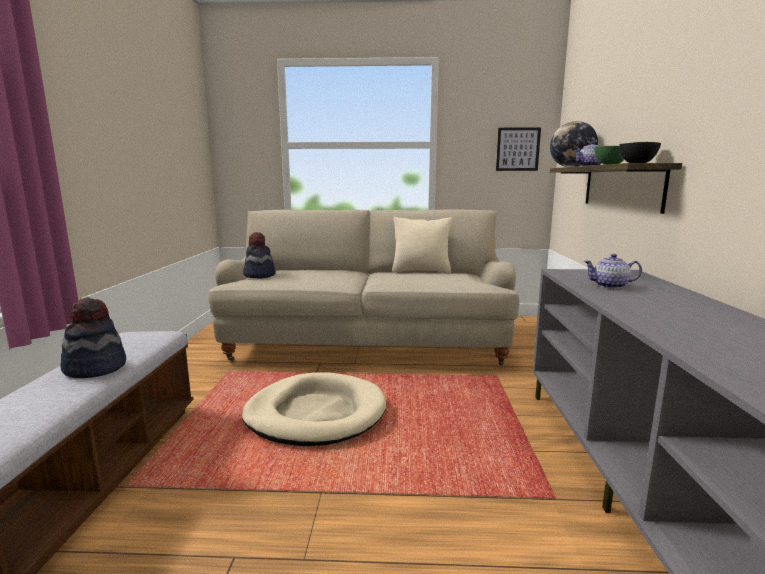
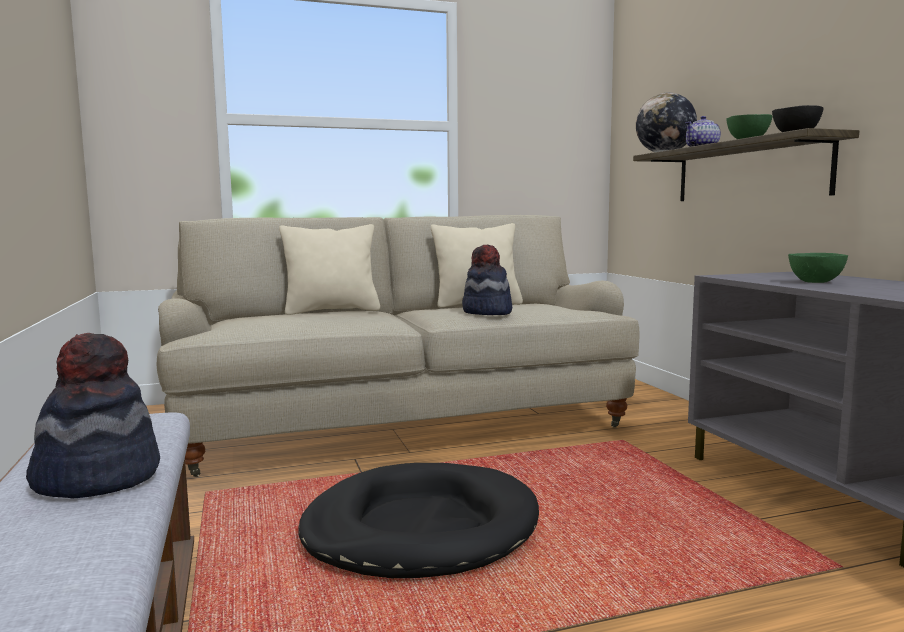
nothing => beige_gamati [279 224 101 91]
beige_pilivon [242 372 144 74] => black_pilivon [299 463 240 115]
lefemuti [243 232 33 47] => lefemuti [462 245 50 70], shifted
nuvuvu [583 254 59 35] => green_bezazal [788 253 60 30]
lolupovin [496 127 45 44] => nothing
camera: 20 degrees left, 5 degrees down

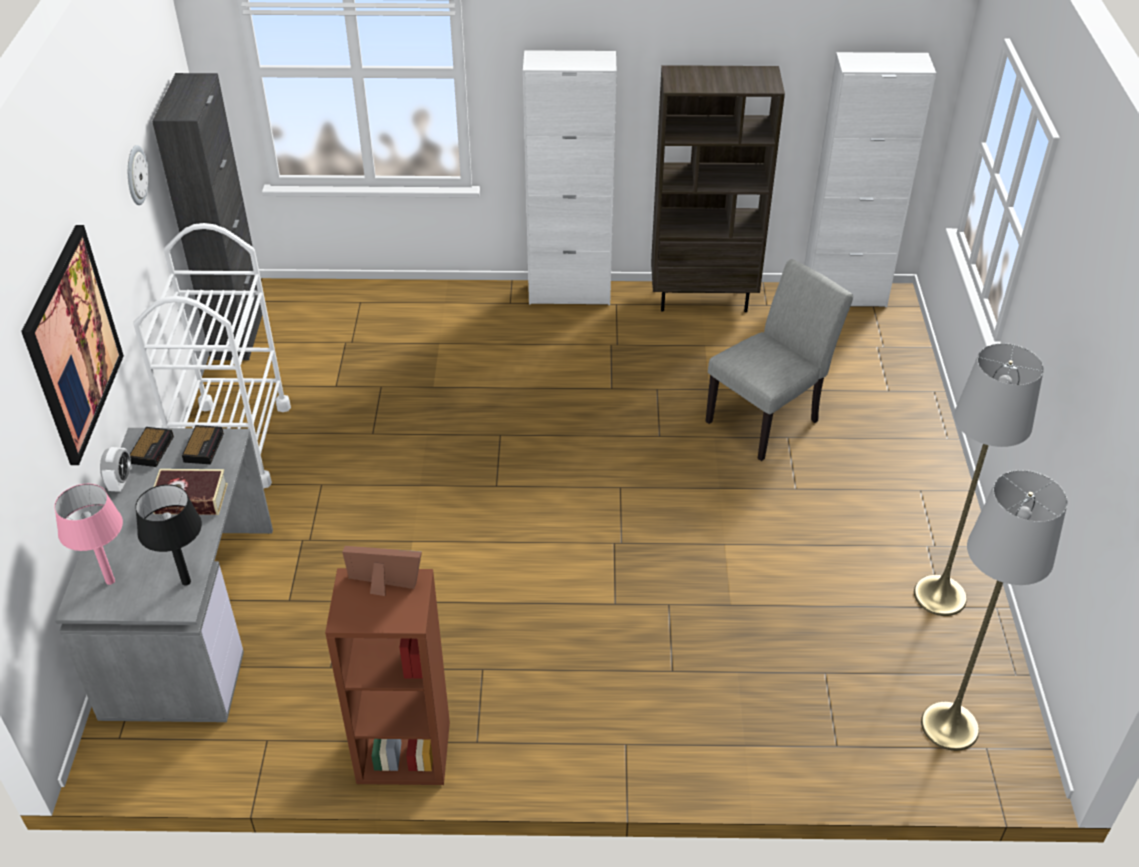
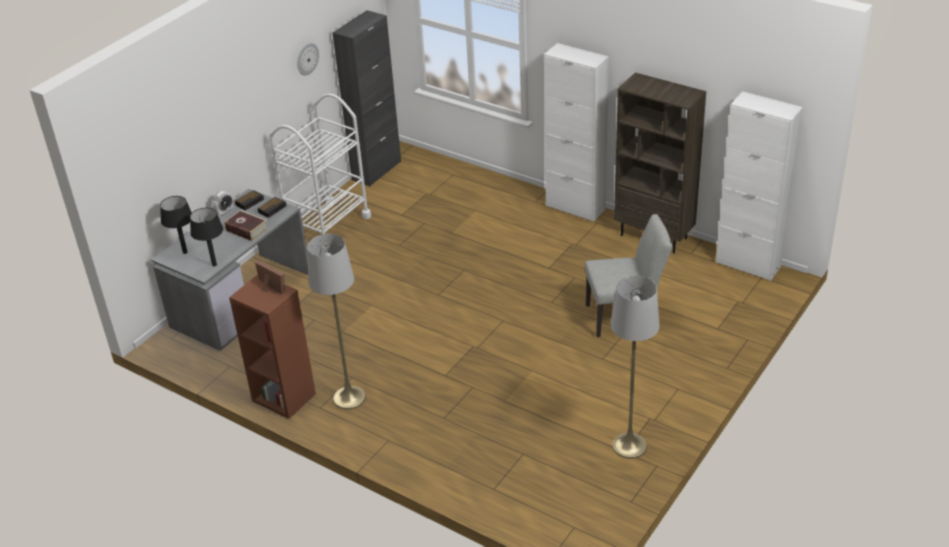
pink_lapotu [54 484 69 101] => black_lapotu [160 196 32 58]
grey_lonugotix [921 470 146 281] => grey_lonugotix [307 234 59 176], shifted
lolupovin [21 225 103 240] => nothing
camera: 35 degrees right, 5 degrees down

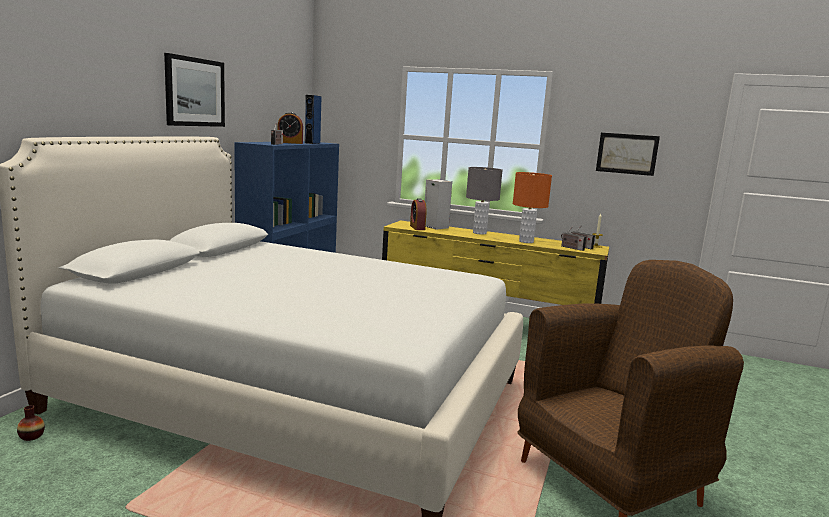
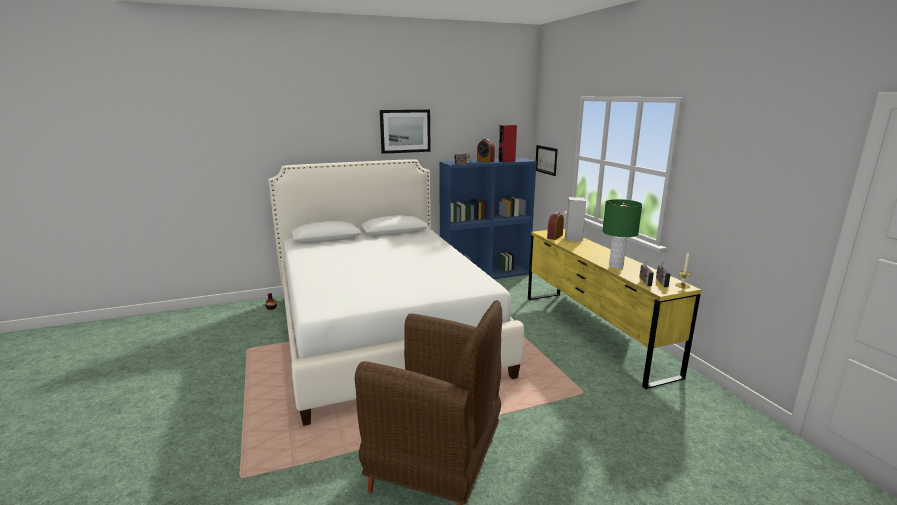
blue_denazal [305 95 16 49] => red_denazal [498 125 19 37]
lolupovin [596 133 64 43] => lolupovin [536 145 22 31], shifted
orange_lapotu [513 172 39 71] => green_lapotu [602 199 40 70]
grey_lapotu [466 167 37 68] => nothing
camera: 50 degrees right, 5 degrees up

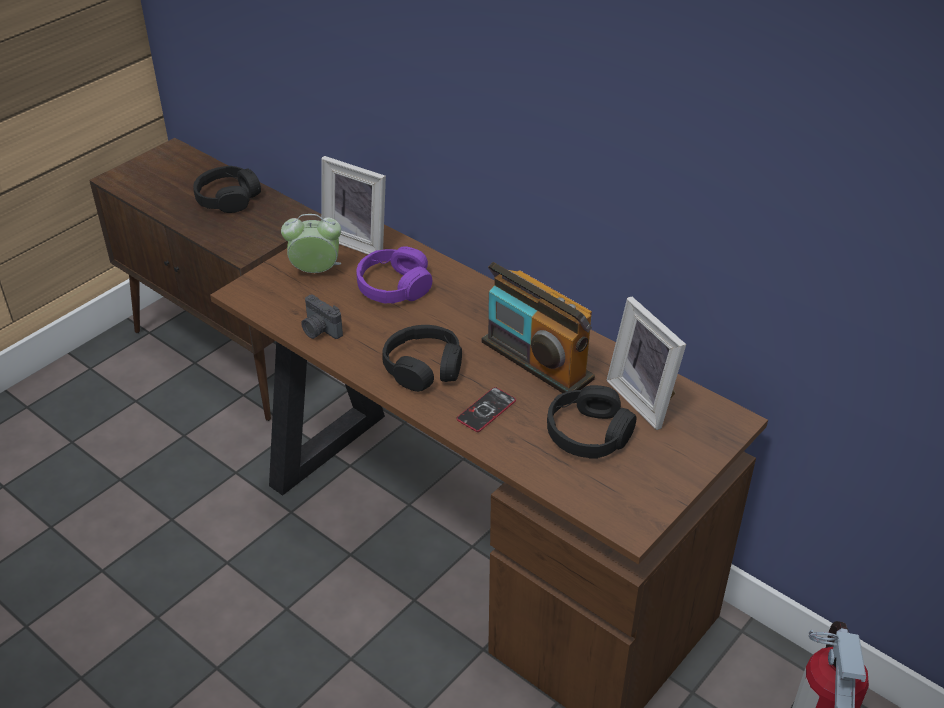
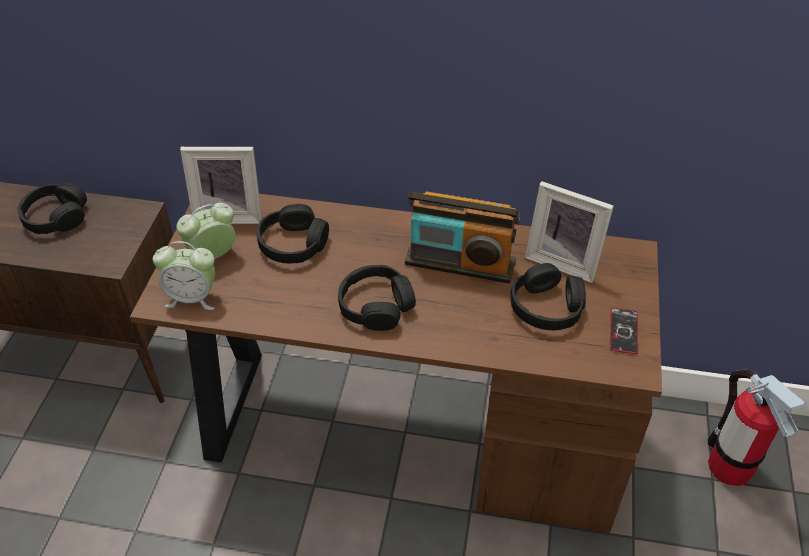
nothing => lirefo [153 241 62 69]
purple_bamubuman [356 246 76 58] => black_bamubuman [256 204 73 59]
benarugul [456 387 60 45] => benarugul [610 308 28 46], shifted
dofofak [301 295 42 44] => nothing
camera: 30 degrees left, 5 degrees up

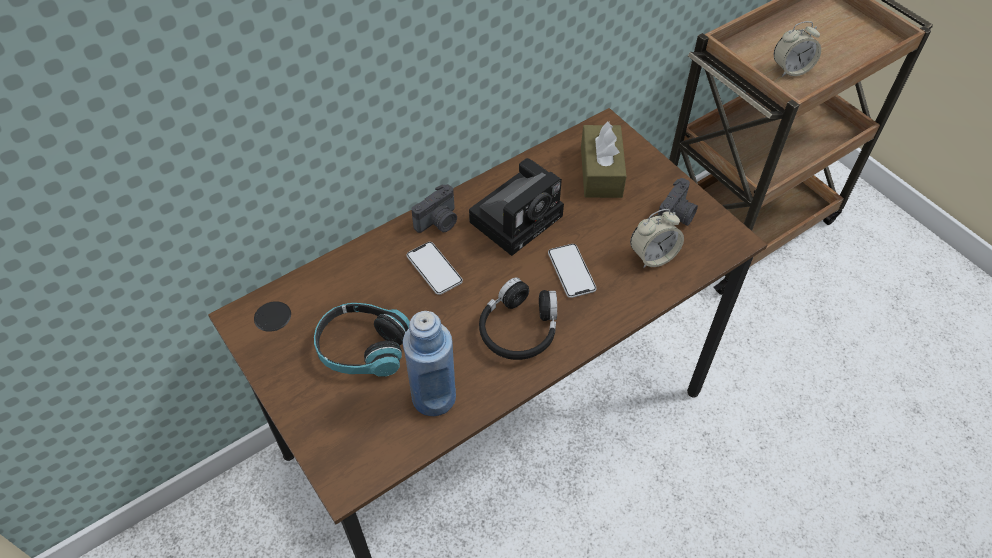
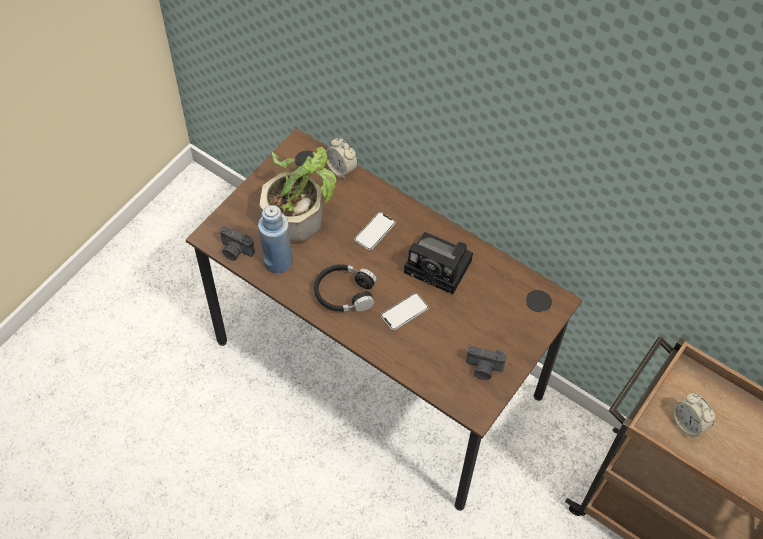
dofofak [411 184 46 49] => dofofak [220 226 35 35], shifted
bamubuman [314 303 96 73] => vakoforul [260 147 76 97]
lirefo [630 209 54 59] => lirefo [326 137 32 42], shifted
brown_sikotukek [581 121 46 77] => nothing
camera: 70 degrees right, 5 degrees up

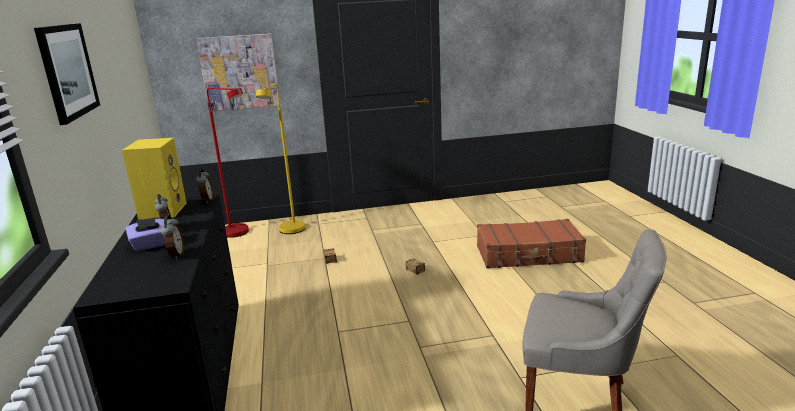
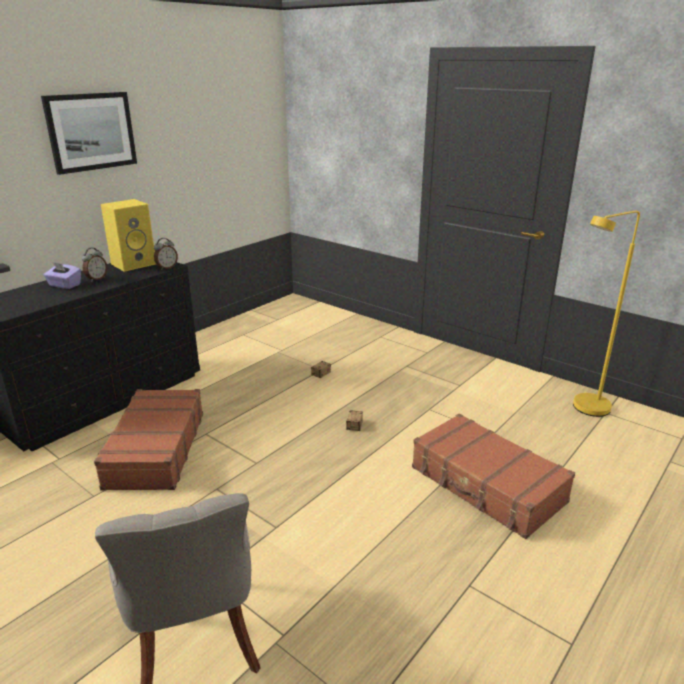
nothing => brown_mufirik [94 389 109 101]
yellow_lonugotix [256 84 49 150] => yellow_lonugotix [573 211 67 206], shifted
lirefo [160 215 24 44] => nothing
lolupovin [196 34 84 77] => nothing
red_lonugotix [207 87 42 151] => nothing
camera: 50 degrees right, 5 degrees up

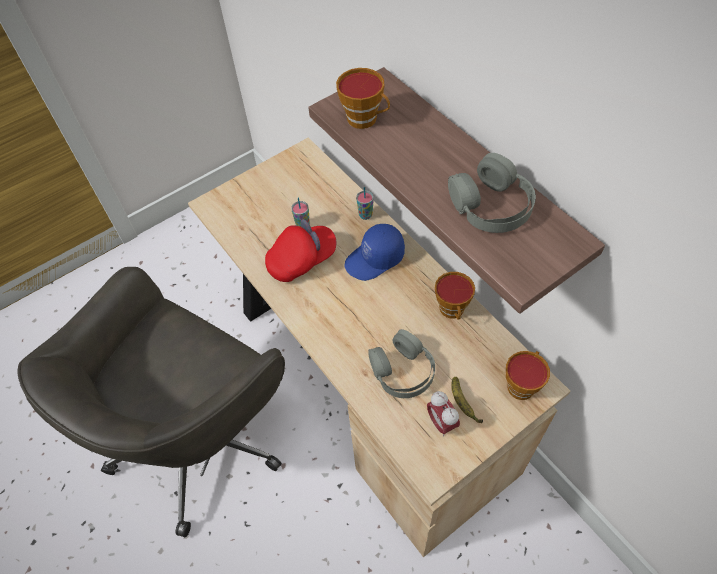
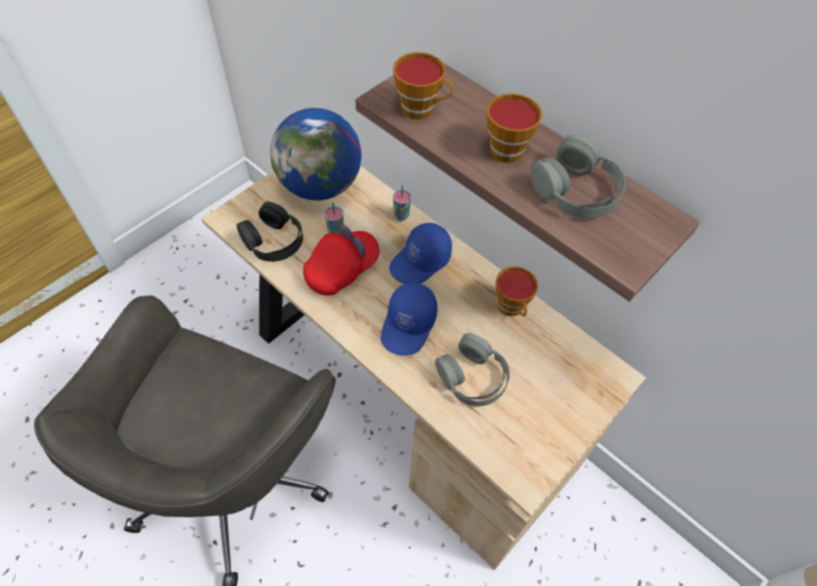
nothing => black_bamubuman [237 202 66 60]
nothing => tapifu [270 108 92 92]
nothing => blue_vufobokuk [381 282 57 74]
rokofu [506 351 44 49] => rokofu [487 93 55 70], shifted
lirefo [427 391 33 46] => nothing
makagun [451 377 32 46] => nothing
camera: 15 degrees left, 0 degrees up

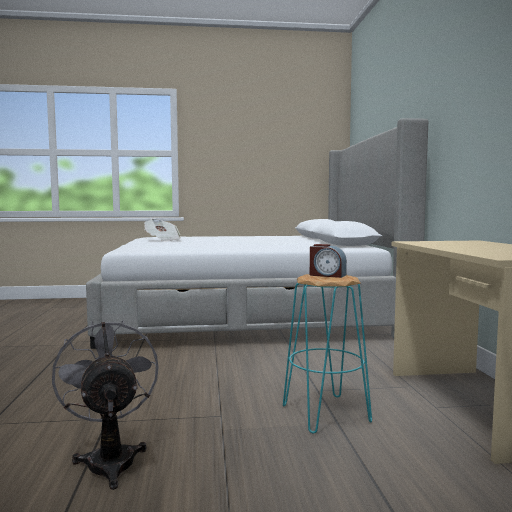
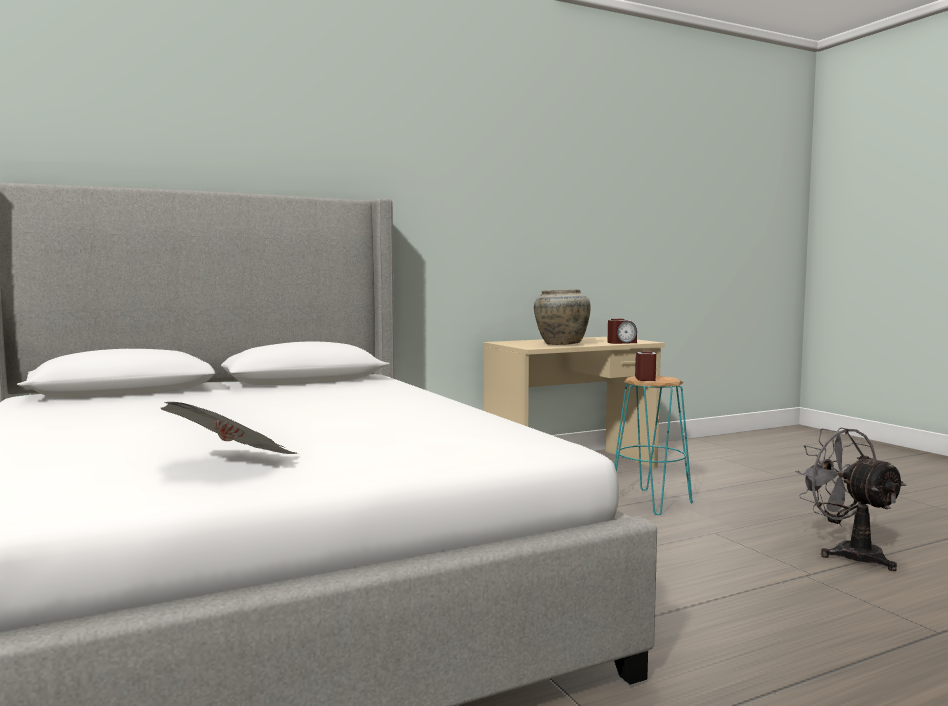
nothing => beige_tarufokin [534 289 56 56]
nothing => lirefo [608 319 29 25]
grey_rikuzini [52 320 107 170] => grey_rikuzini [796 428 110 143], 105 degrees clockwise
camera: 110 degrees left, 0 degrees up

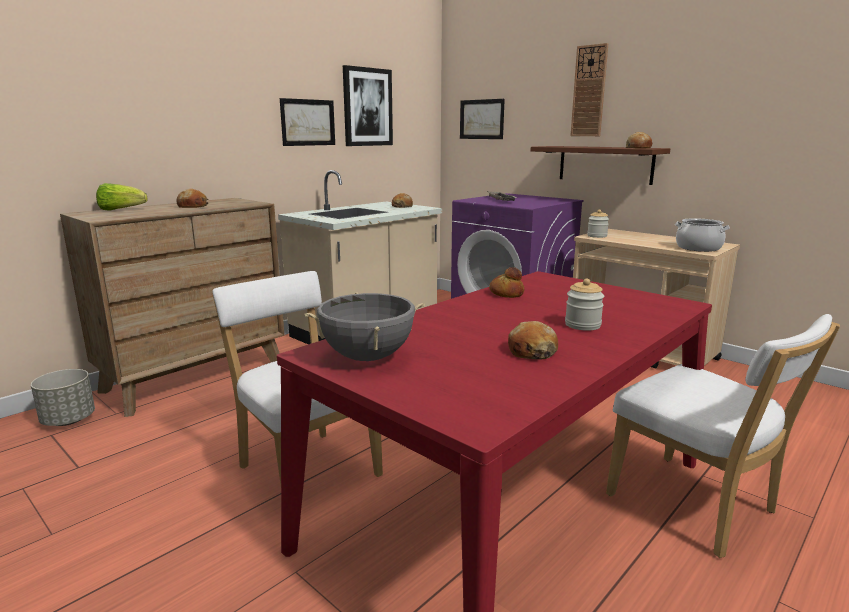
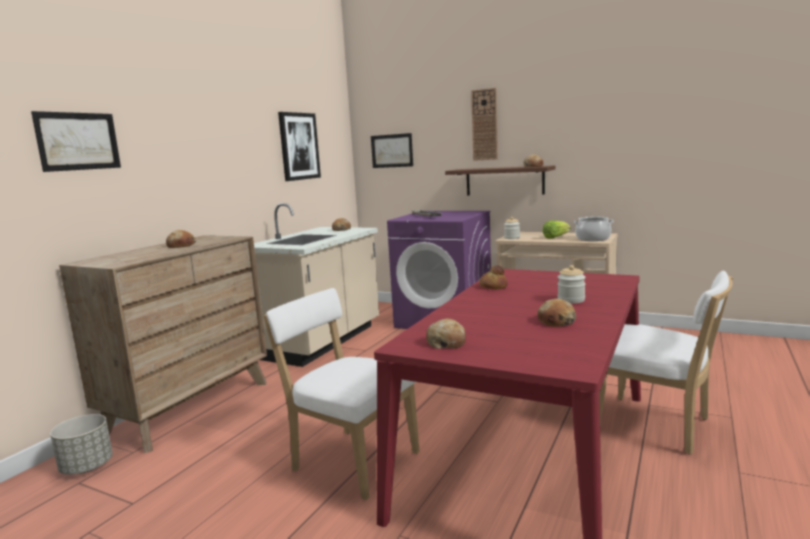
lolupovin [280 98 55 48] => lolupovin [31 111 90 61], shifted
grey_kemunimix [305 293 120 68] => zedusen [426 318 40 31]
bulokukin [96 183 51 28] => bulokukin [542 221 29 18], shifted
camera: 15 degrees left, 5 degrees down

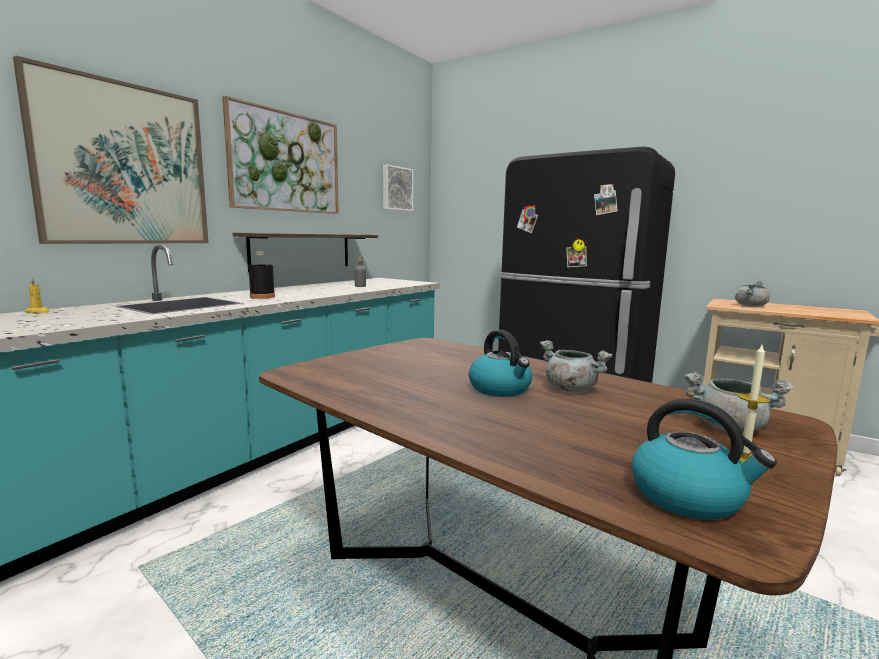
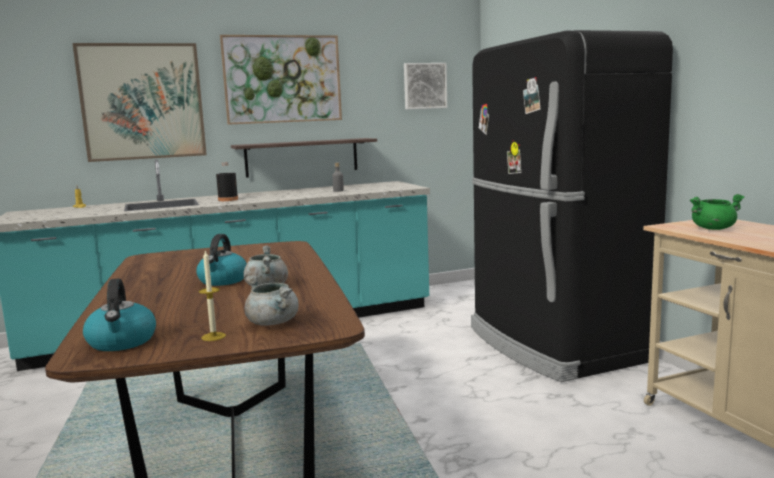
grey_kemunimix [735 281 35 26] => green_kemunimix [690 194 54 36]
camera: 35 degrees right, 0 degrees up

